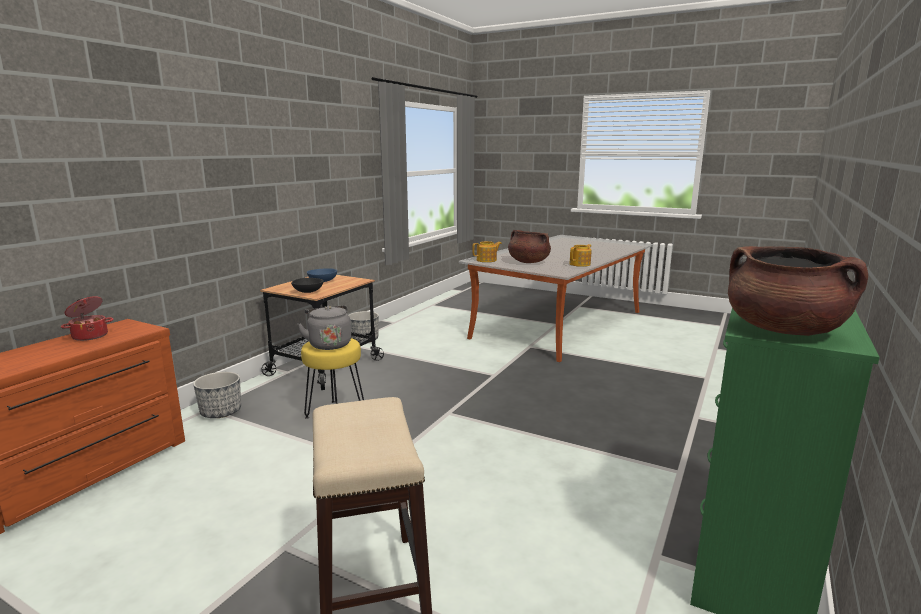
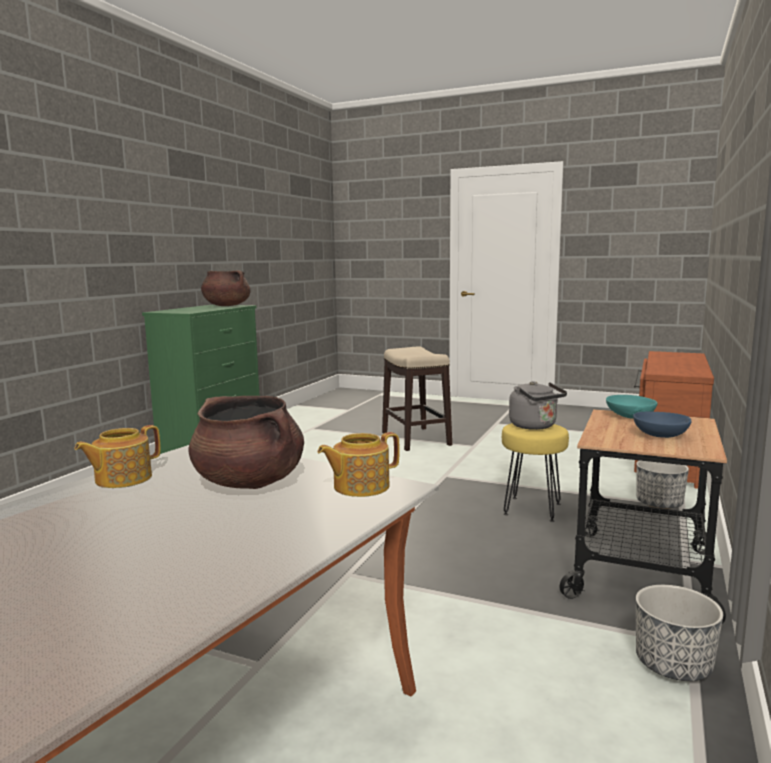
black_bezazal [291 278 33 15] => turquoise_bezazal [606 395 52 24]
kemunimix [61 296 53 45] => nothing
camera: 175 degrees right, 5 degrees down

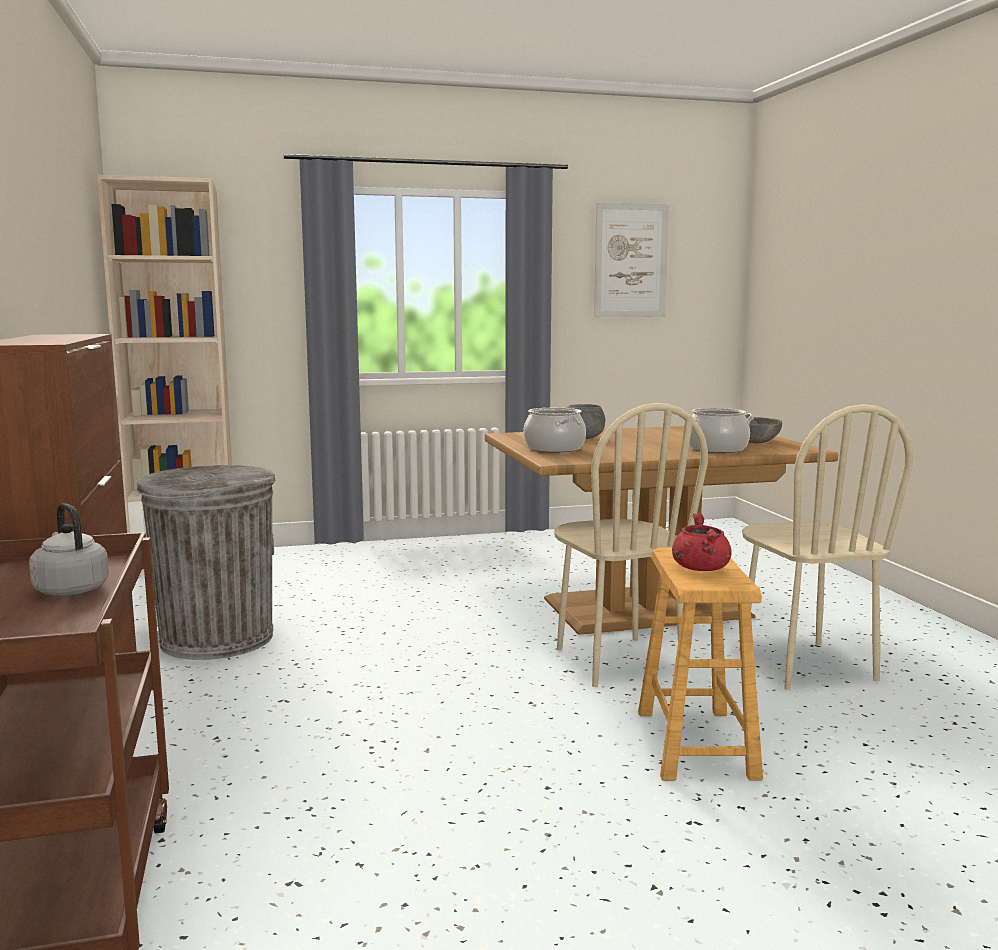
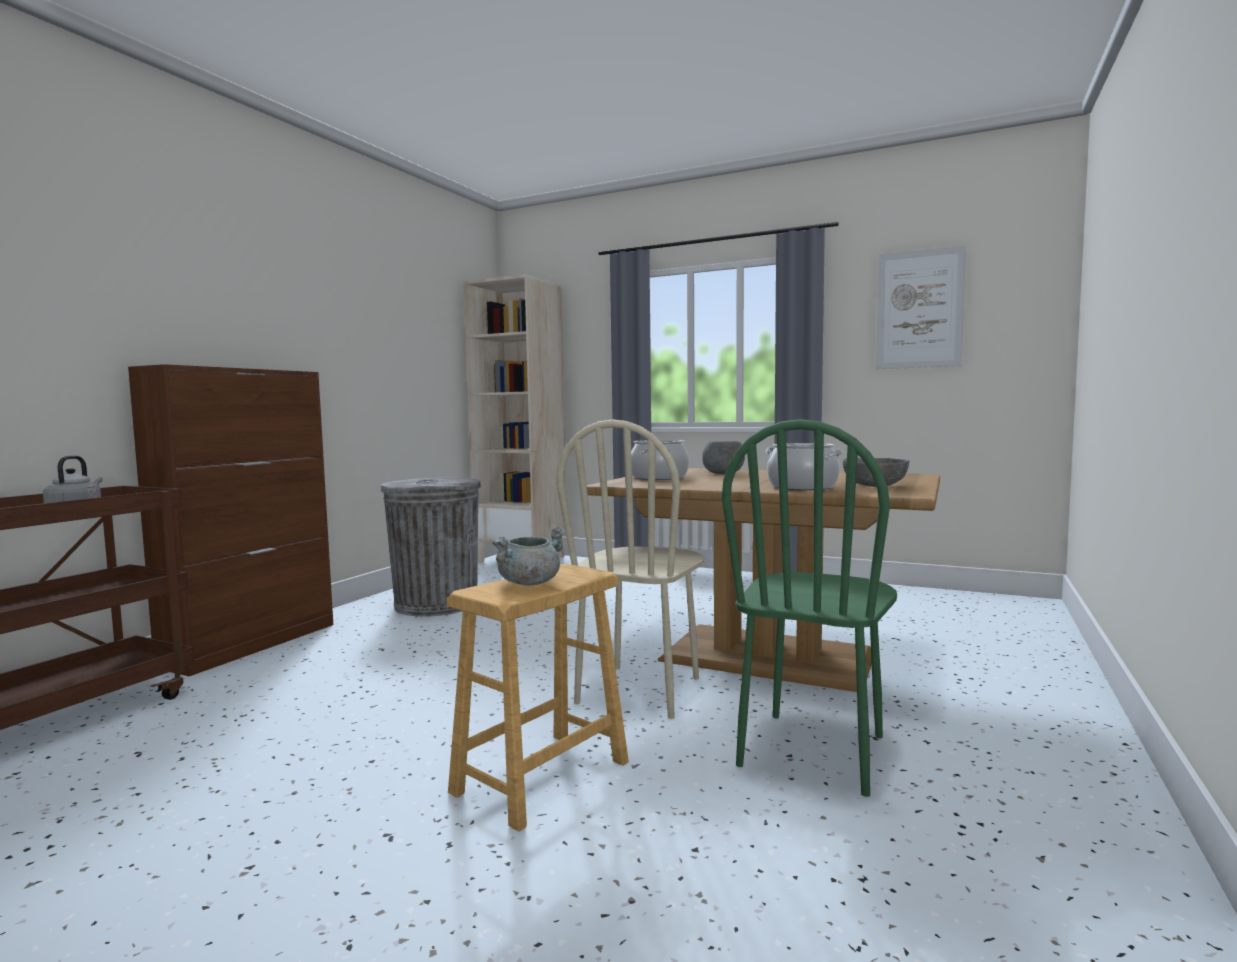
red_kemunimix [672 513 60 58] => grey_kemunimix [493 527 73 58]
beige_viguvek [739 404 174 286] => green_viguvek [722 419 175 378]
camera: 40 degrees right, 5 degrees down

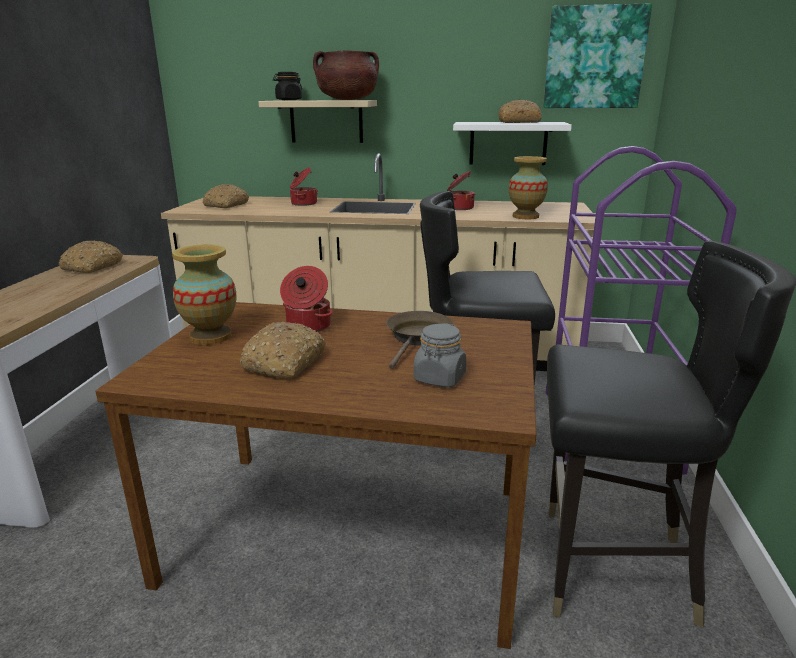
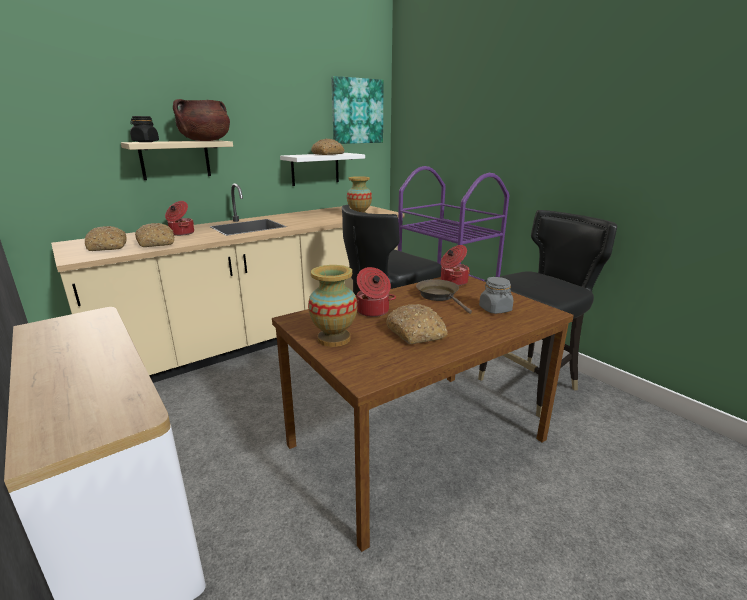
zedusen [59 241 64 32] => zedusen [135 223 39 24], shifted
kemunimix [447 171 29 39] => kemunimix [441 245 29 41], shifted
camera: 45 degrees left, 0 degrees up

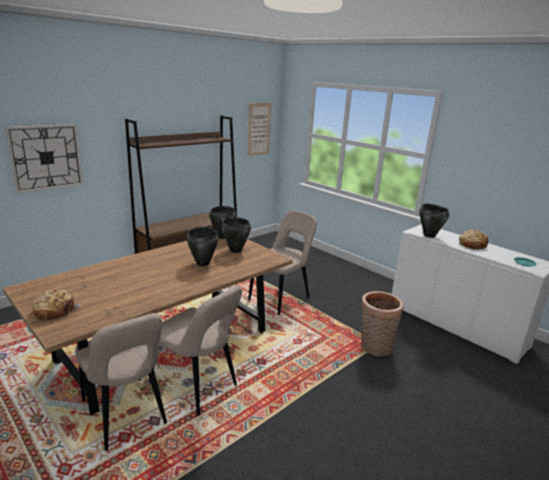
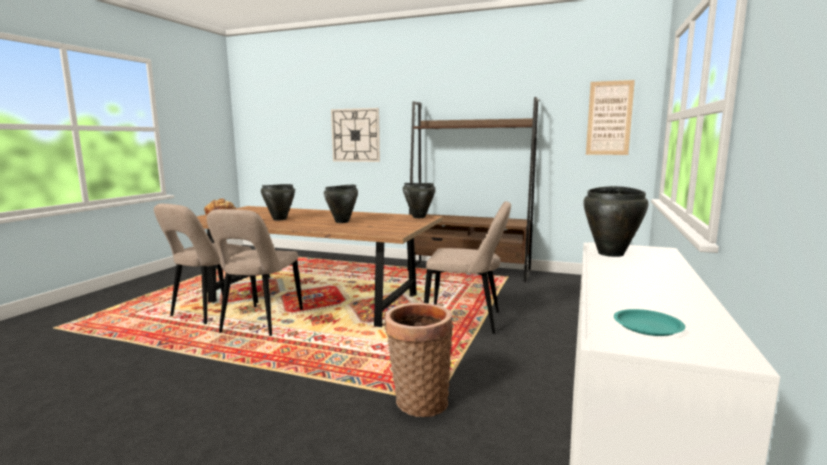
black_kemunimix [222 217 29 36] => black_kemunimix [261 184 34 36], shifted
zedusen [459 229 29 21] => nothing
camera: 65 degrees right, 10 degrees down

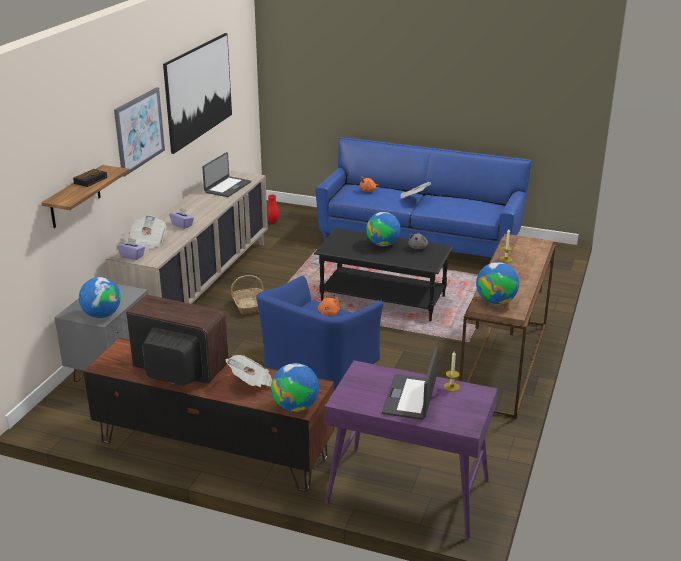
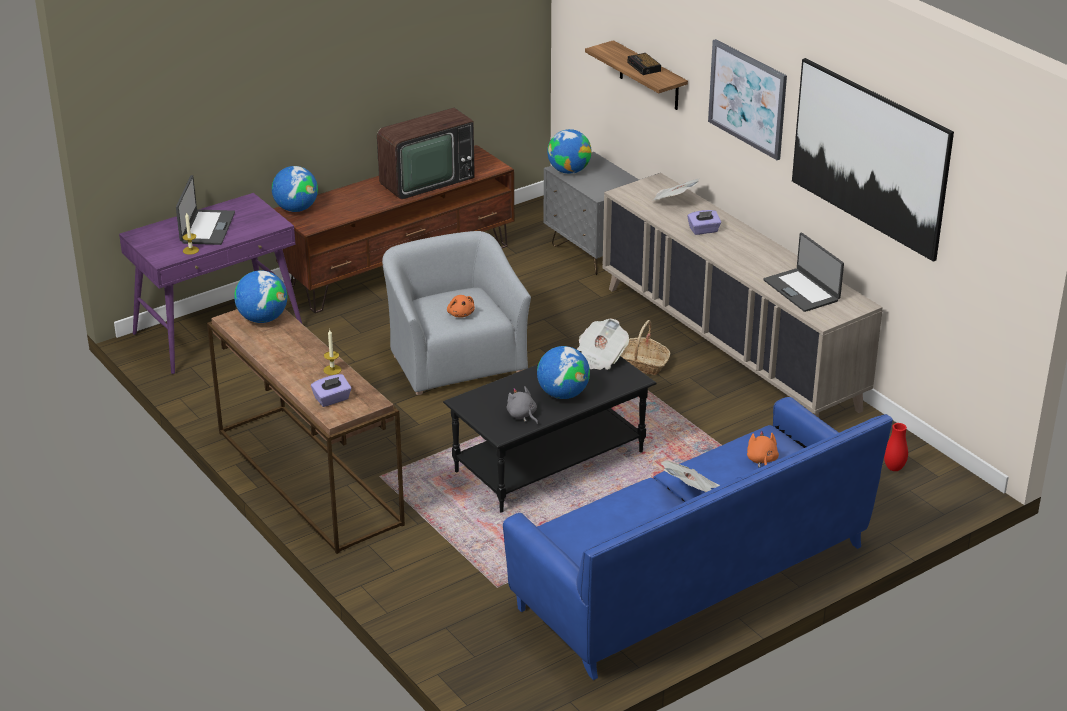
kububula [382 346 56 74] => kububula [176 175 59 70], 45 degrees clockwise
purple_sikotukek [117 238 28 22] => purple_sikotukek [311 374 41 33], shifted
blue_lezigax [256 276 128 115] => grey_lezigax [382 231 149 164]
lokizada [226 355 46 32] => lokizada [577 319 52 51], shifted
camera: 125 degrees right, 5 degrees up

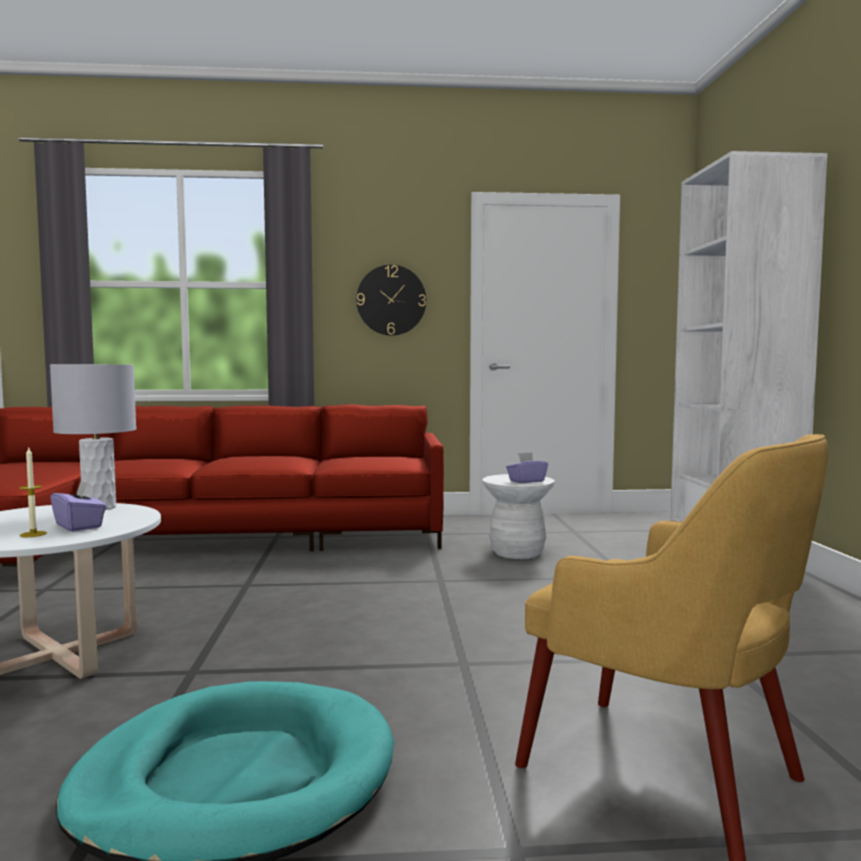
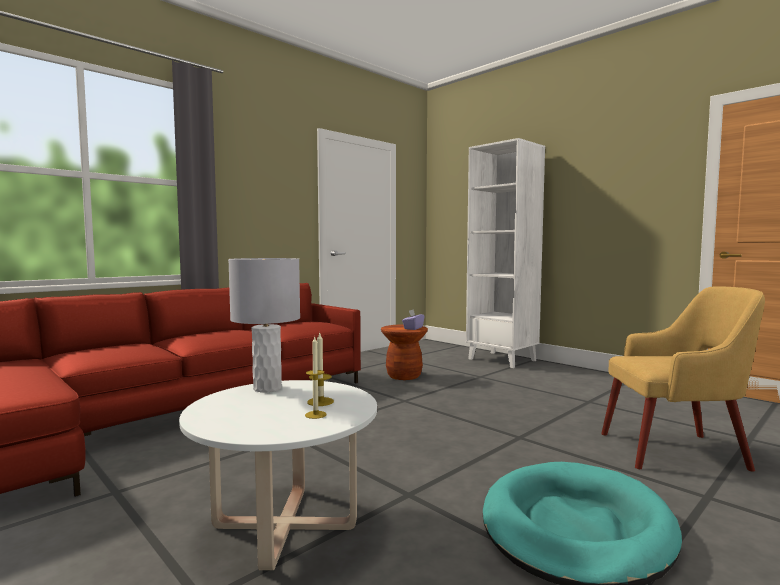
purple_sikotukek [50 481 56 51] => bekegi [307 333 27 73]
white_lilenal [482 474 73 85] => brown_lilenal [381 324 47 56]
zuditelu [356 265 70 71] => nothing
camera: 40 degrees left, 0 degrees up

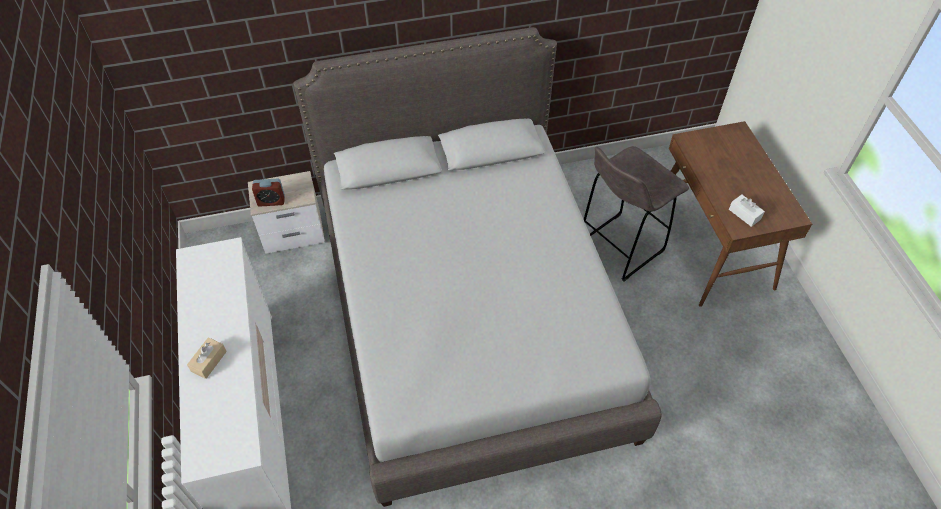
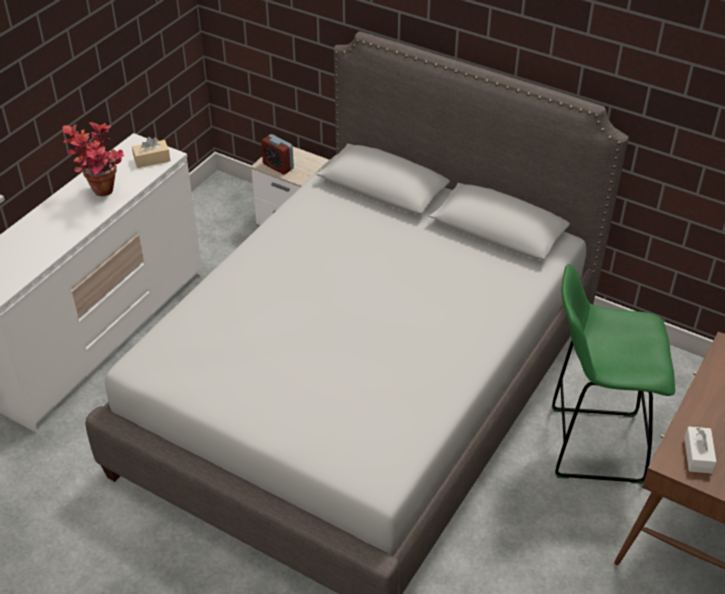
nothing => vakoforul [63 122 61 74]
beige_sikotukek [187 337 40 42] => beige_sikotukek [132 137 38 31], shifted
grey_lilenal [584 146 105 135] => green_lilenal [552 264 123 220]
camera: 45 degrees right, 10 degrees down

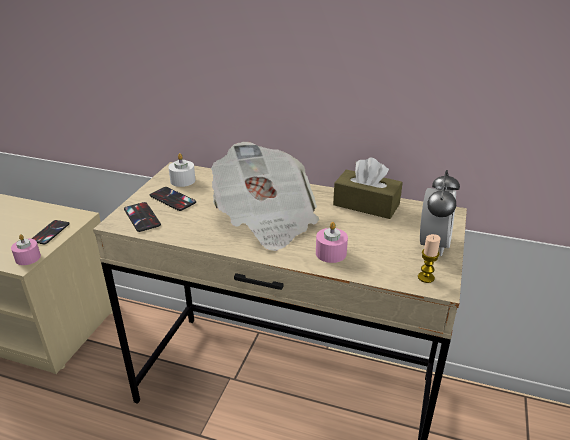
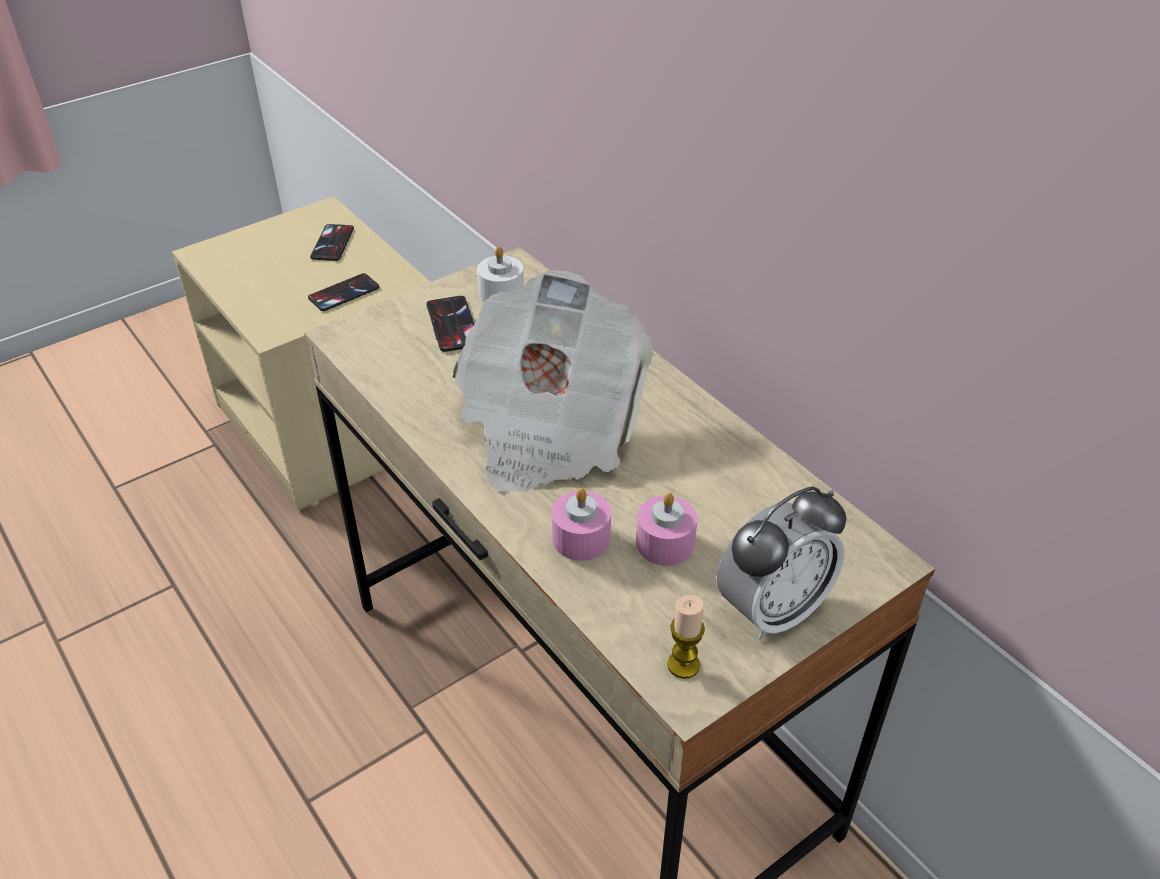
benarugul [124 202 37 30] => benarugul [310 224 44 37], shifted
pink_bekegi [11 234 30 31] => pink_bekegi [636 493 62 73], shifted
brown_sikotukek [333 158 70 61] => nothing
camera: 35 degrees right, 10 degrees up

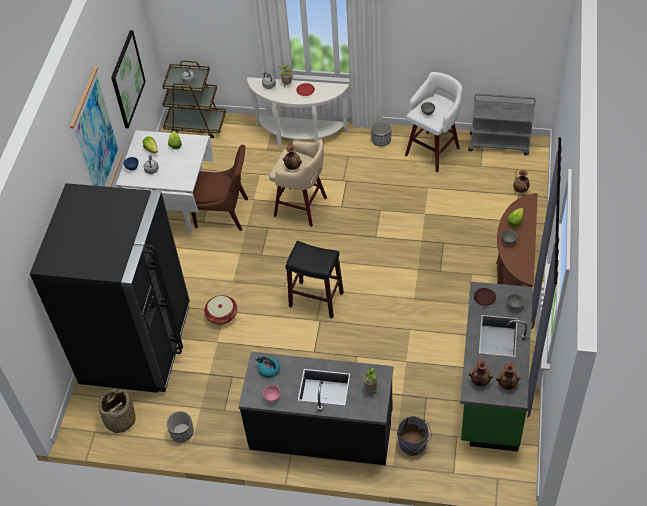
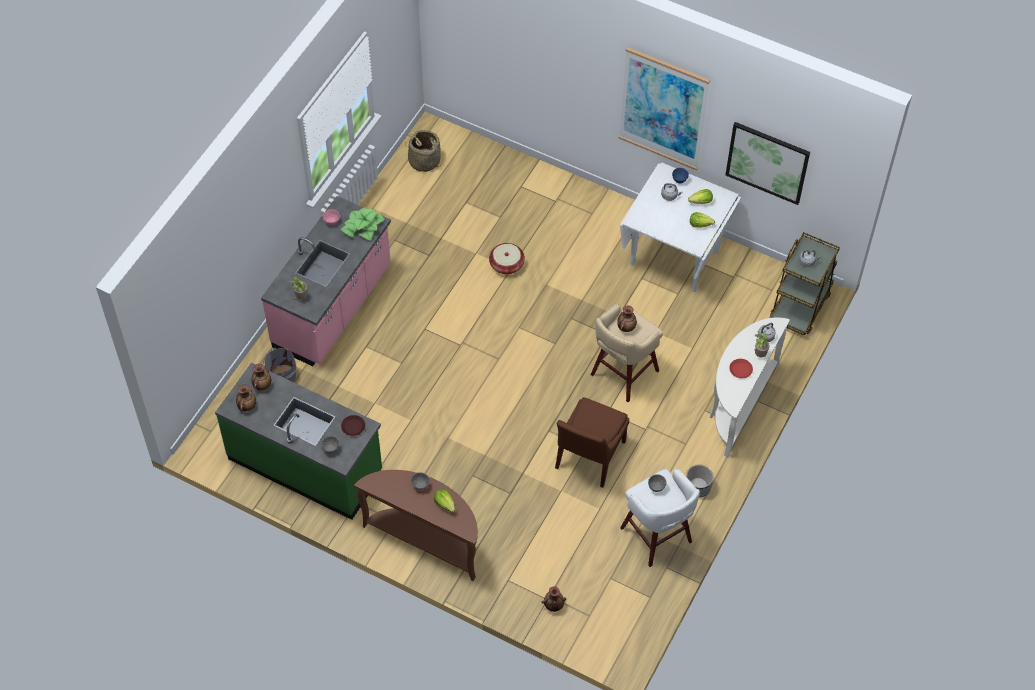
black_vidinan [238 352 155 113] => pink_vidinan [261 196 130 170]
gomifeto [256 357 24 21] => vakoforul [341 207 44 34]
brown_viguvek [191 145 57 86] => brown_viguvek [555 397 74 91], shifted
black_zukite [30 183 160 210] => nothing
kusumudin [166 411 28 31] => nothing
black_lilenal [285 241 59 77] => nothing
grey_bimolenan [468 94 67 61] => nothing
camera: 105 degrees right, 5 degrees up

